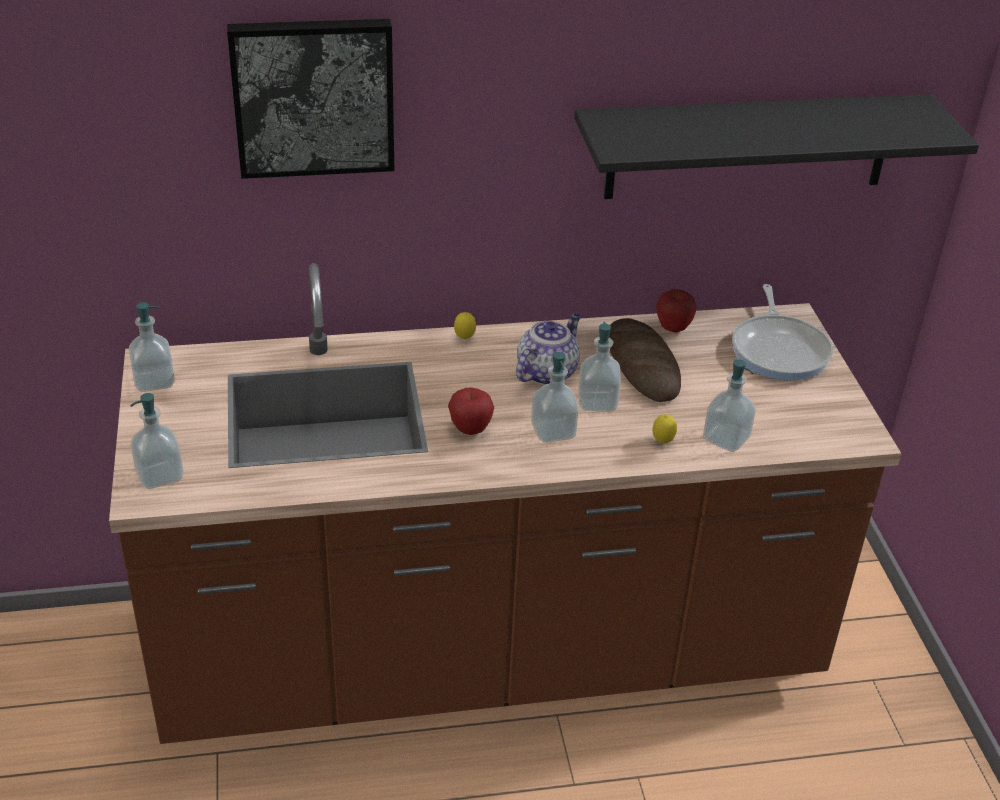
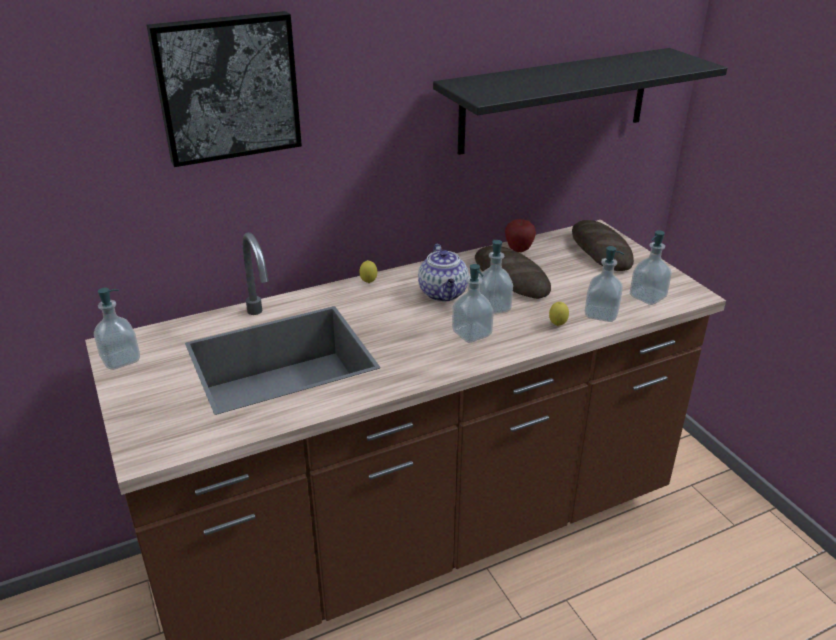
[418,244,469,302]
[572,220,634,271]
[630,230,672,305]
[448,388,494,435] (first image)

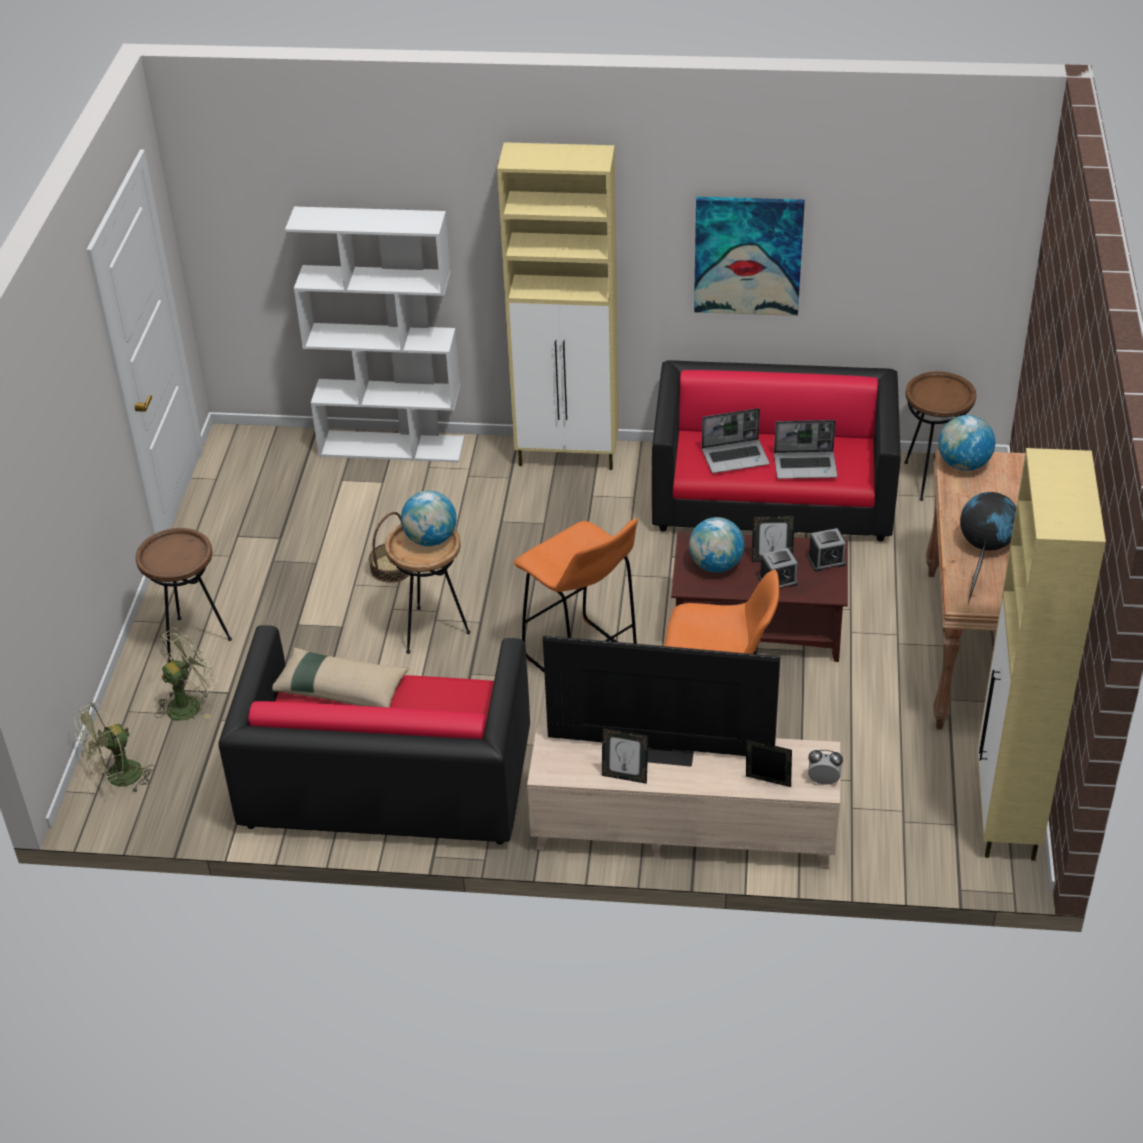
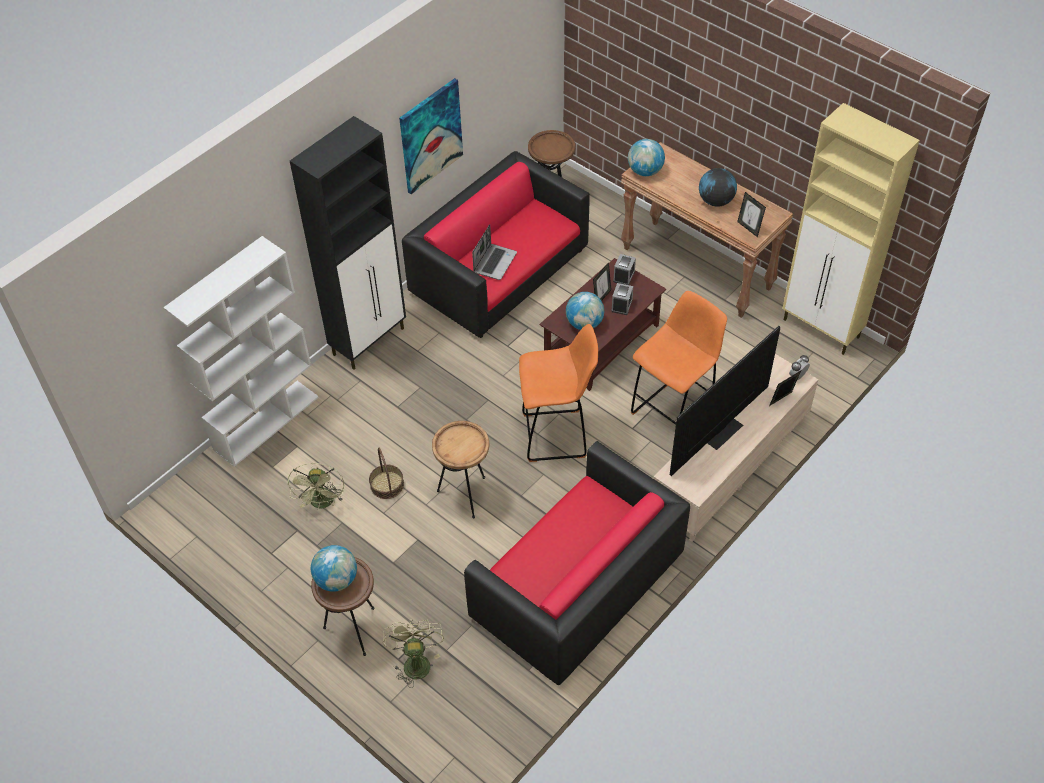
[287,463,344,509]
[290,116,406,370]
[311,545,357,592]
[272,647,409,708] (first image)
[602,727,648,784] (first image)
[774,420,837,479] (first image)

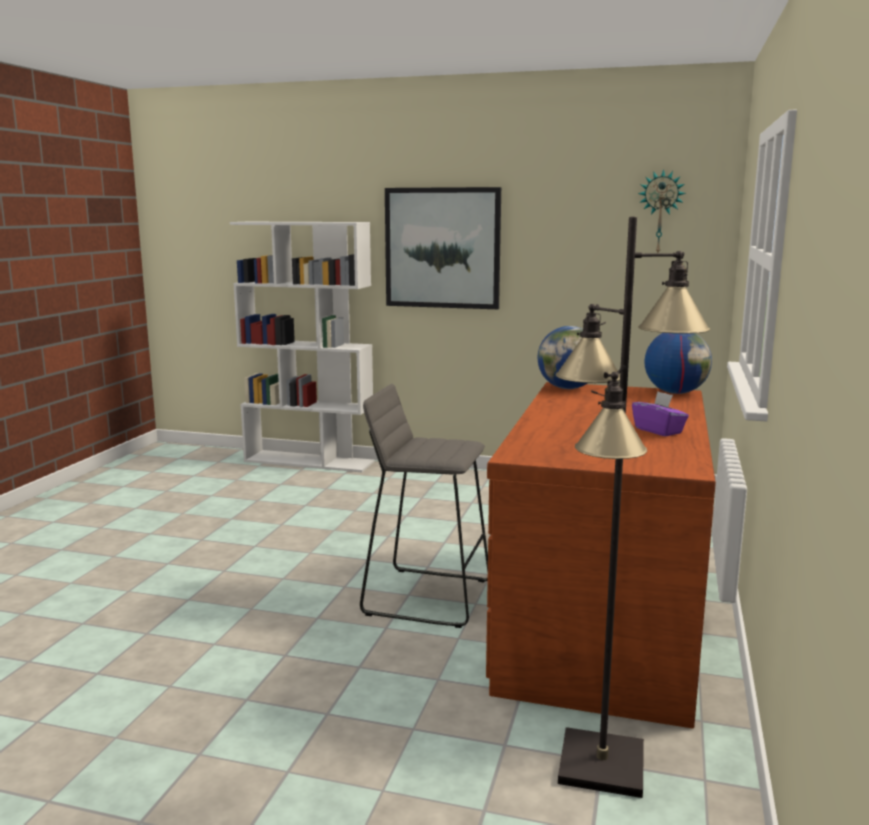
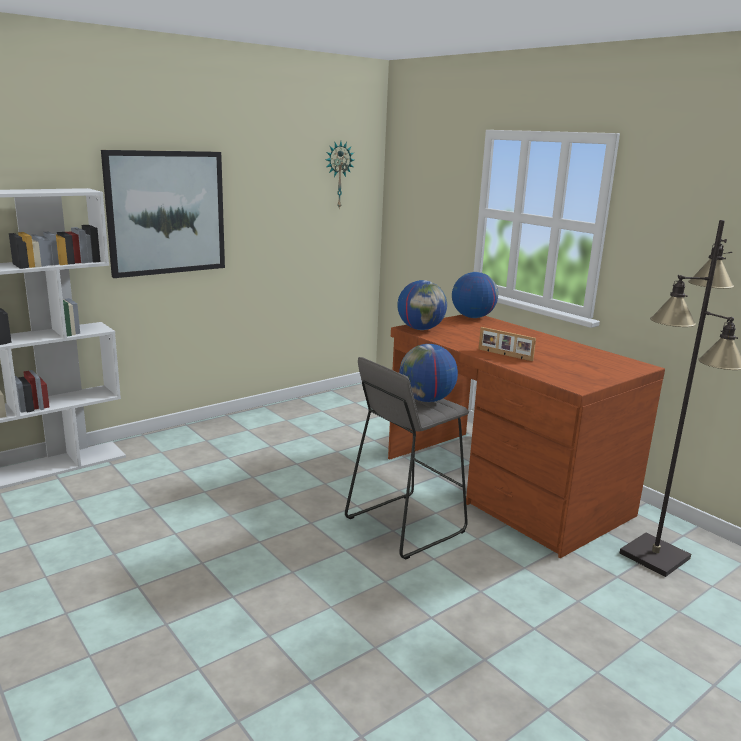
[399,344,458,402]
[479,327,536,361]
[632,391,689,436] (first image)

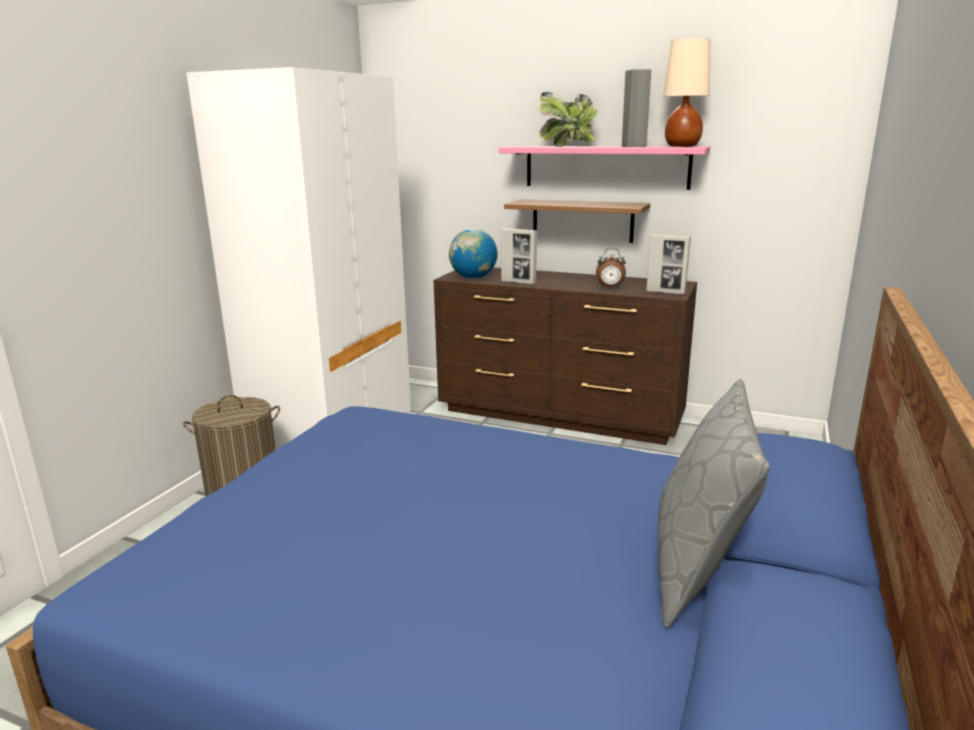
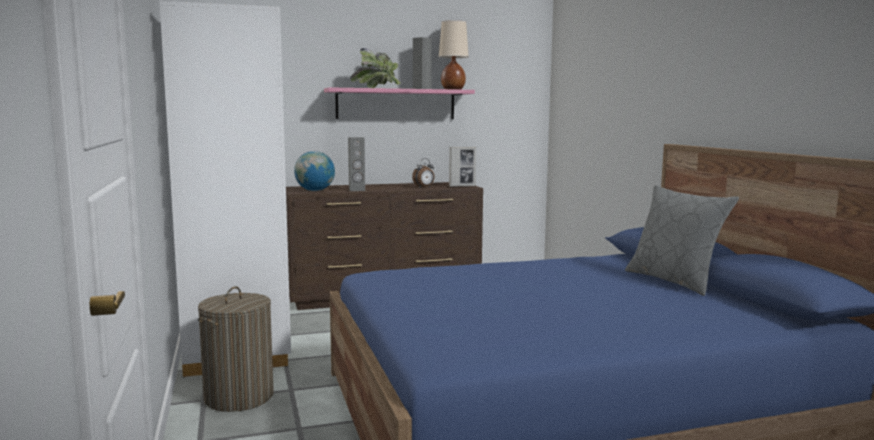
[348,137,365,191]
[504,199,650,243] (first image)

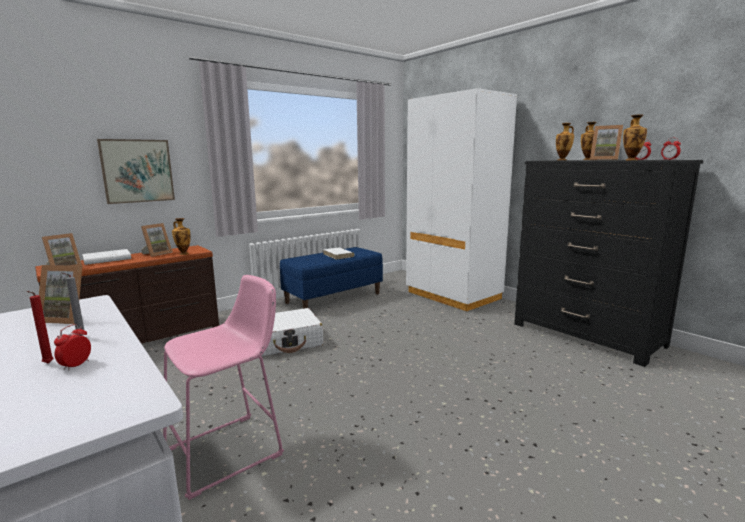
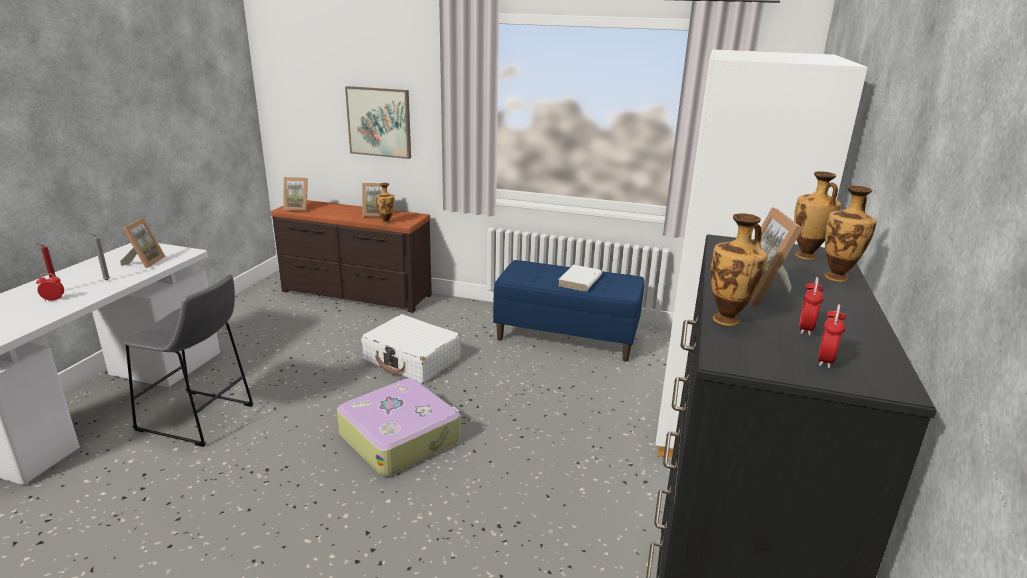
[120,218,166,268]
[122,274,254,447]
[337,378,460,476]
[82,249,131,265] (first image)

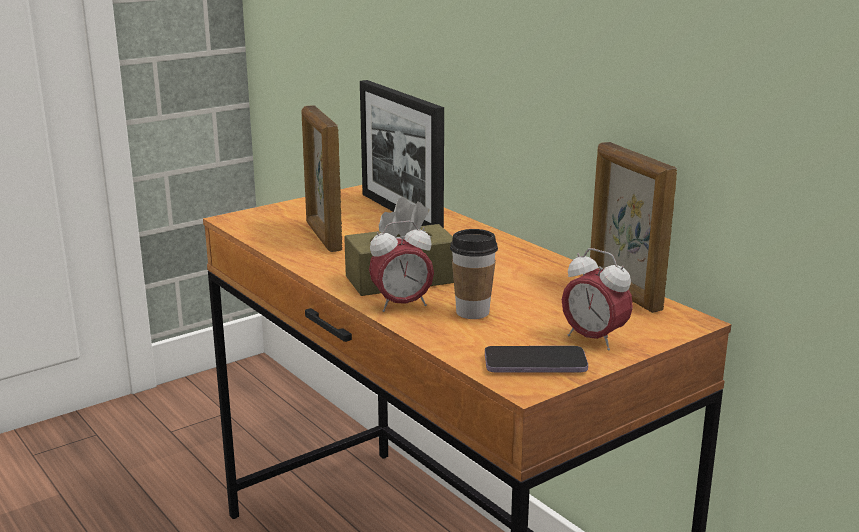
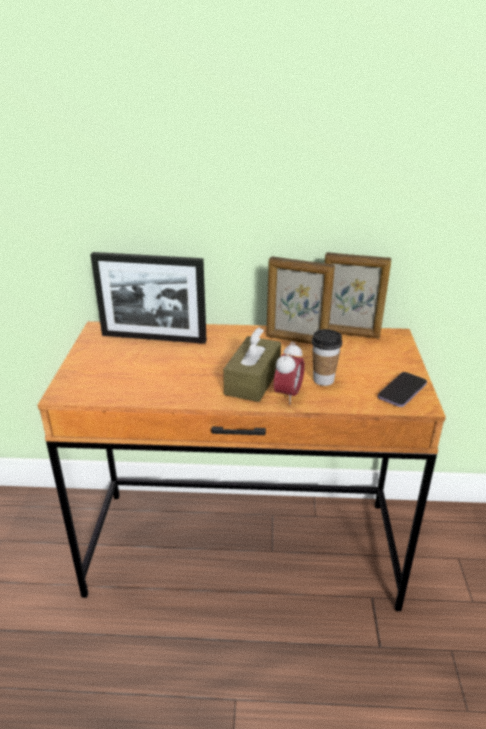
[266,256,335,344]
[562,248,633,350] (first image)

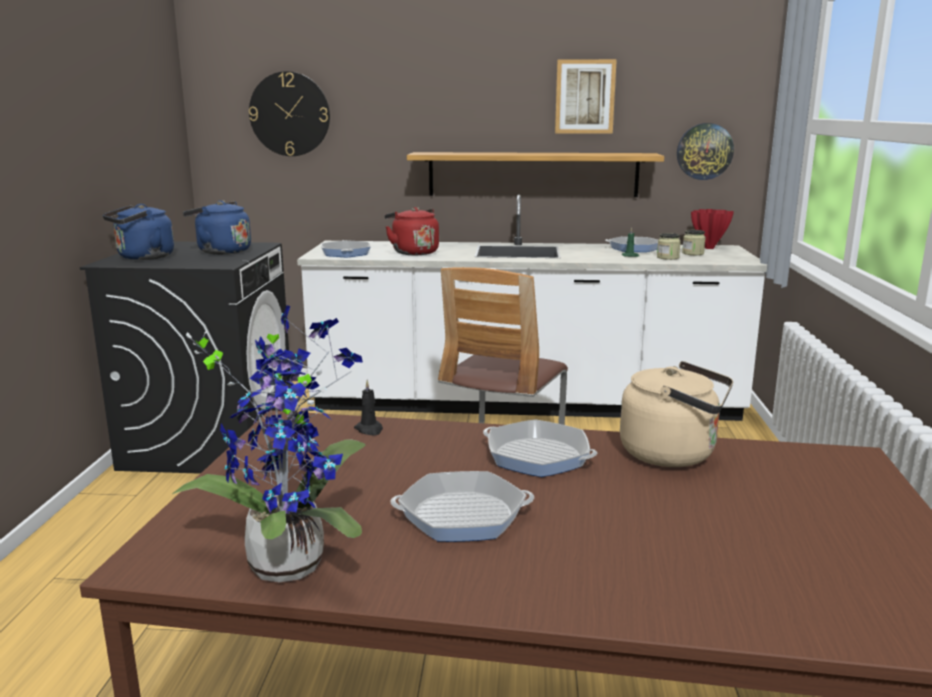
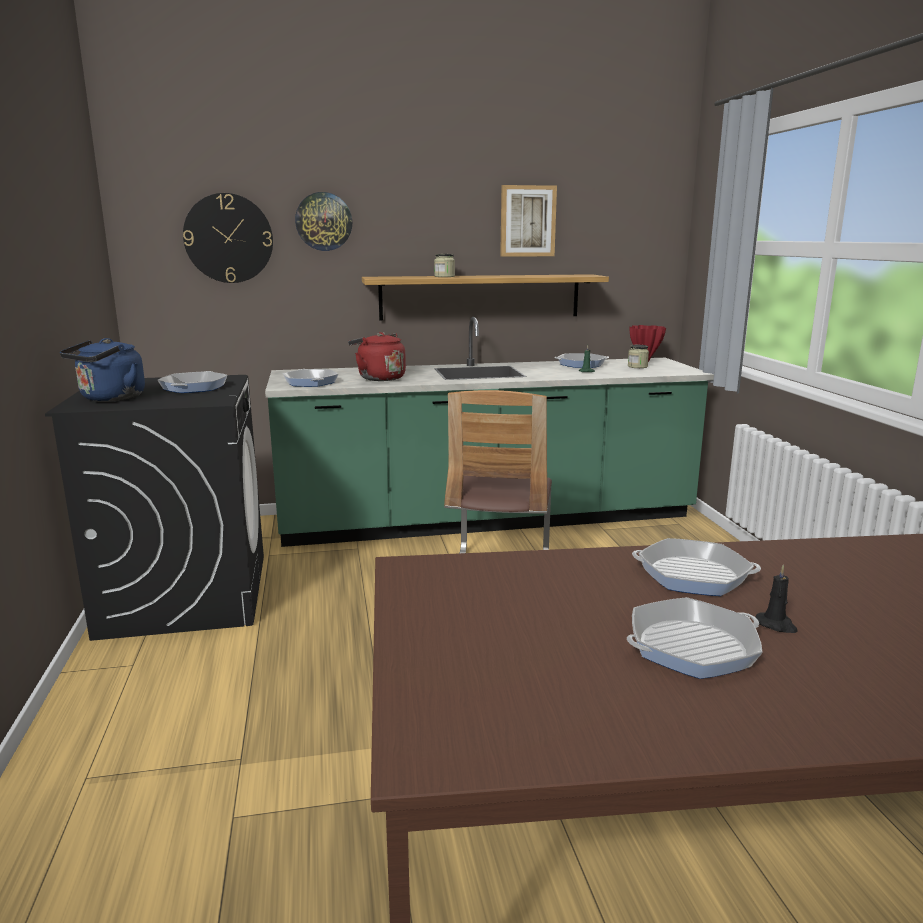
[158,371,228,393]
[265,317,714,547]
[295,192,352,251]
[434,254,455,277]
[755,564,798,633]
[172,305,365,582] (first image)
[620,361,733,467] (first image)

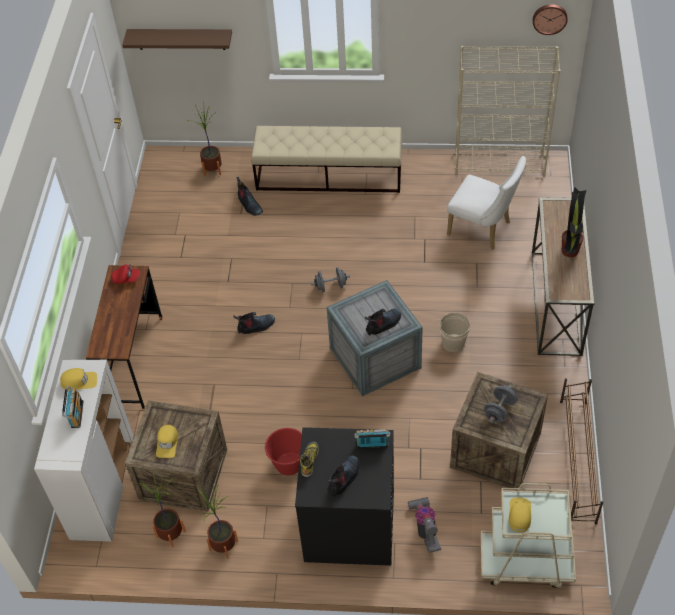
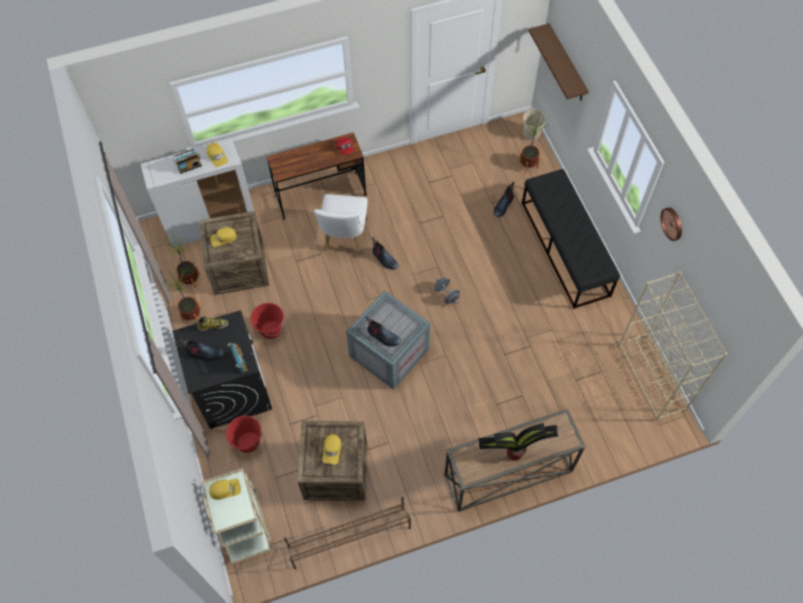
[226,416,262,453]
[314,194,368,254]
[322,434,341,464]
[522,169,620,309]
[523,108,546,140]
[660,207,682,241]

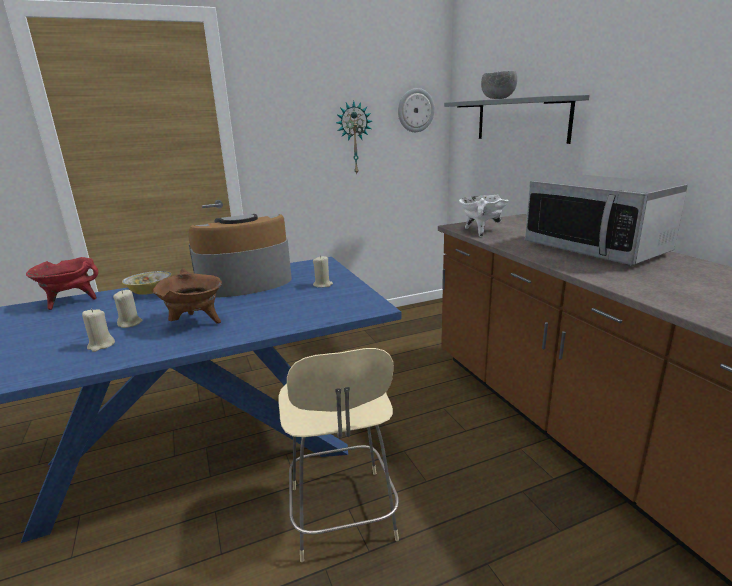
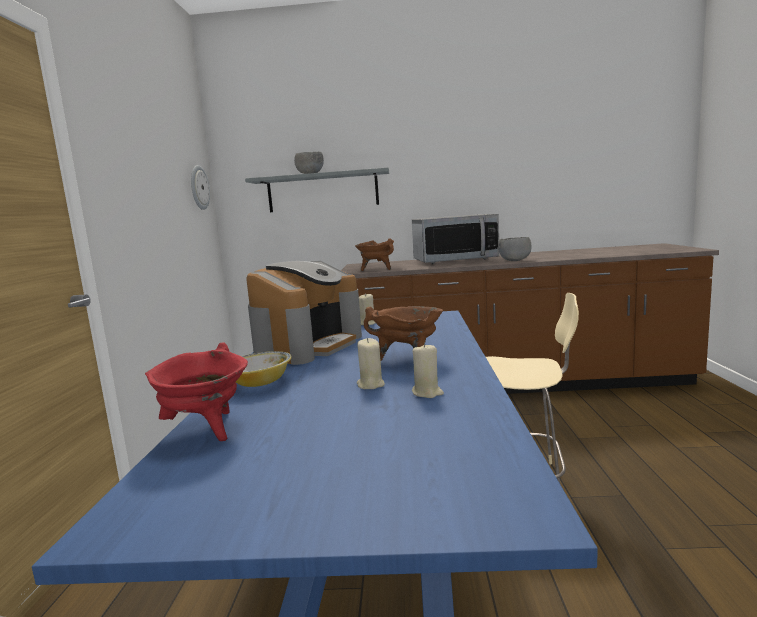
[246,261,362,365]
[355,238,394,271]
[498,237,532,261]
[336,101,372,175] (first image)

